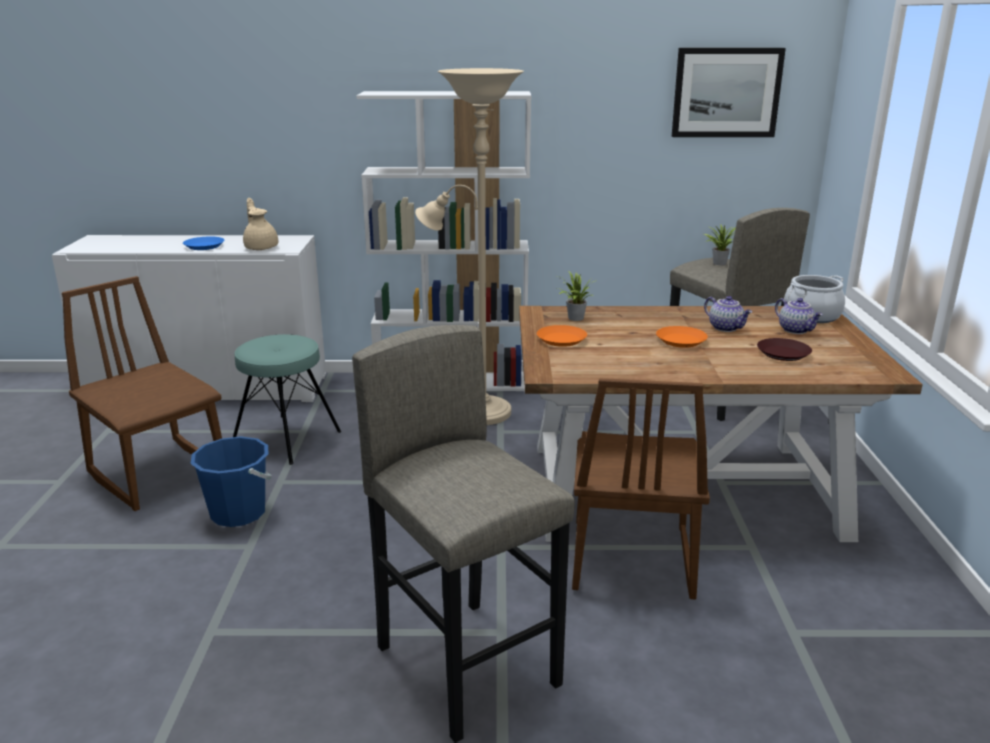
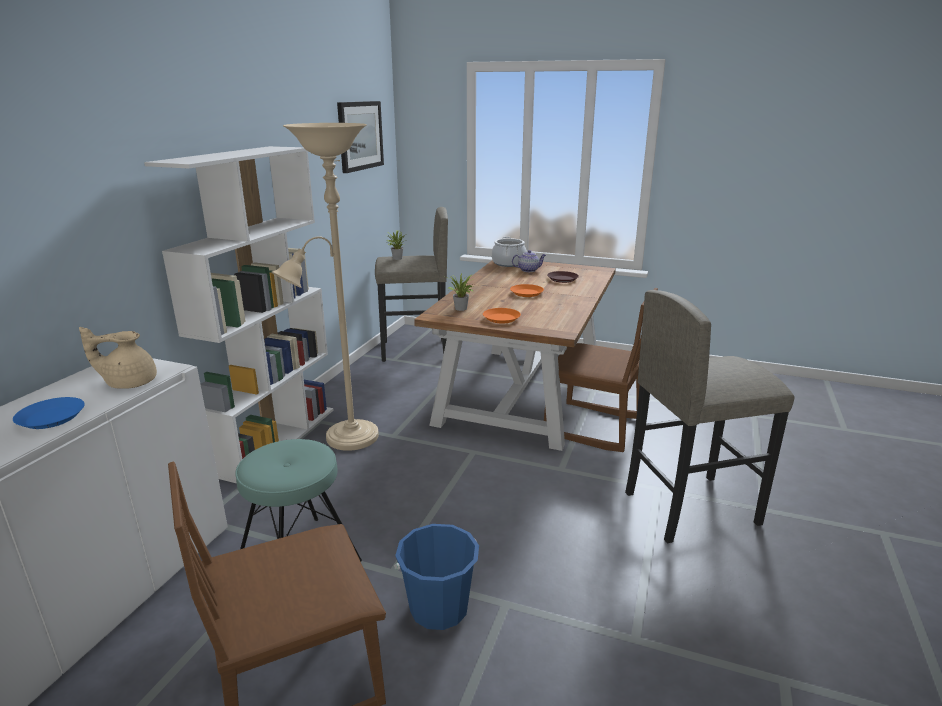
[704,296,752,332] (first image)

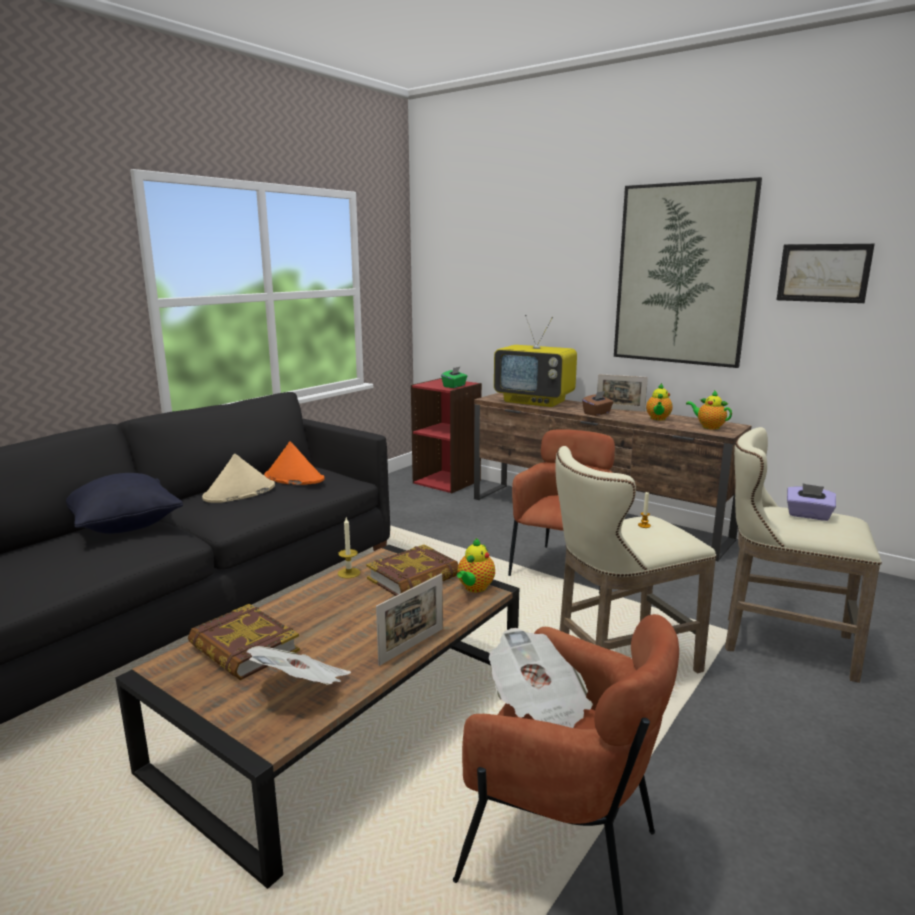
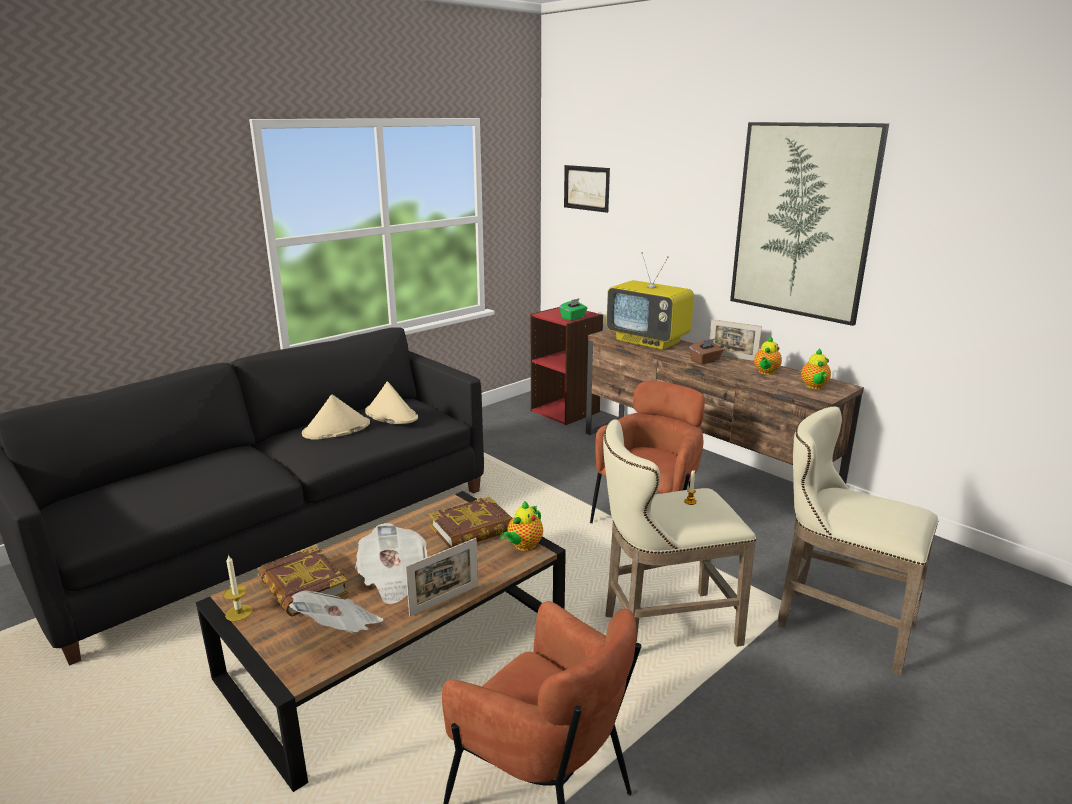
[224,555,253,621]
[355,523,427,604]
[365,381,418,424]
[564,165,610,213]
[801,349,831,389]
[66,473,183,534] (first image)
[787,483,836,521] (first image)

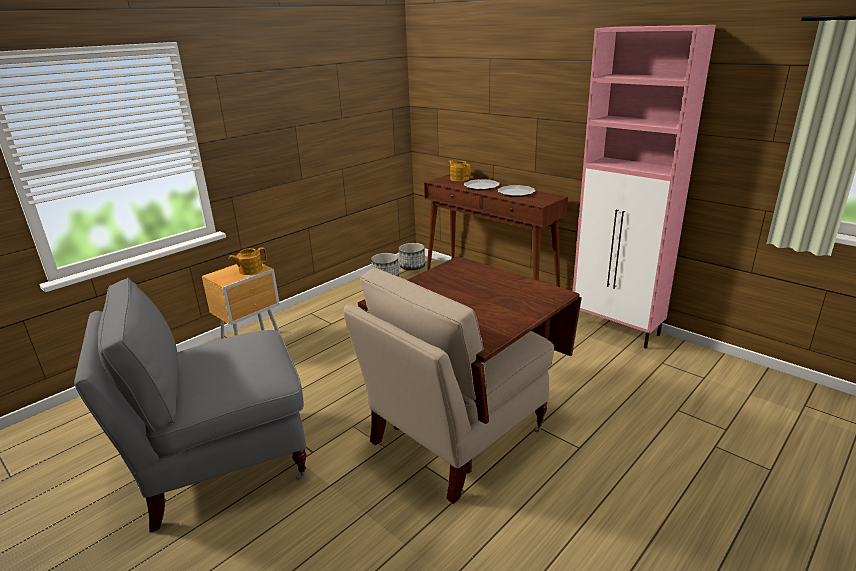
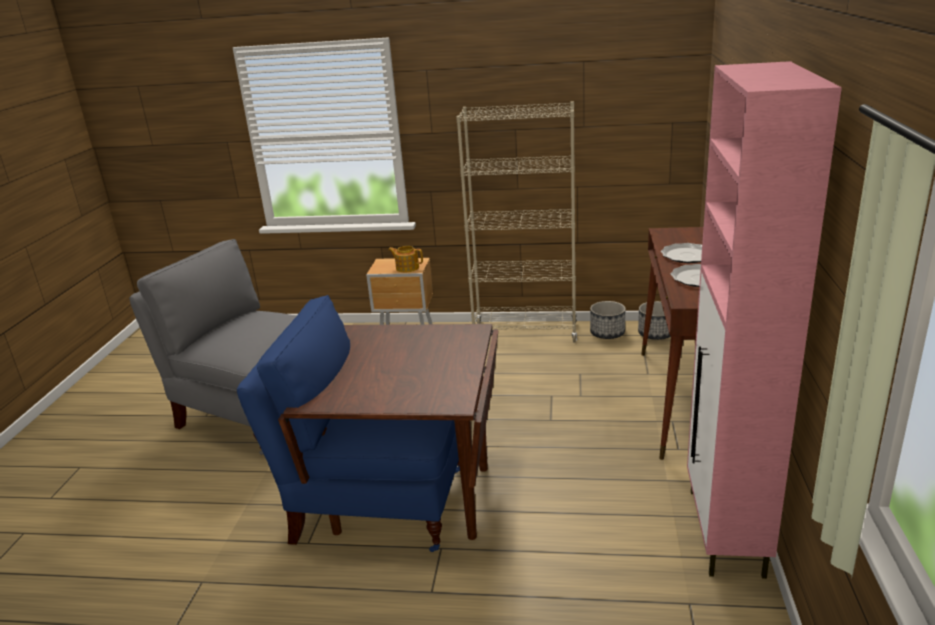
[237,295,460,552]
[456,101,577,342]
[449,160,470,182] (first image)

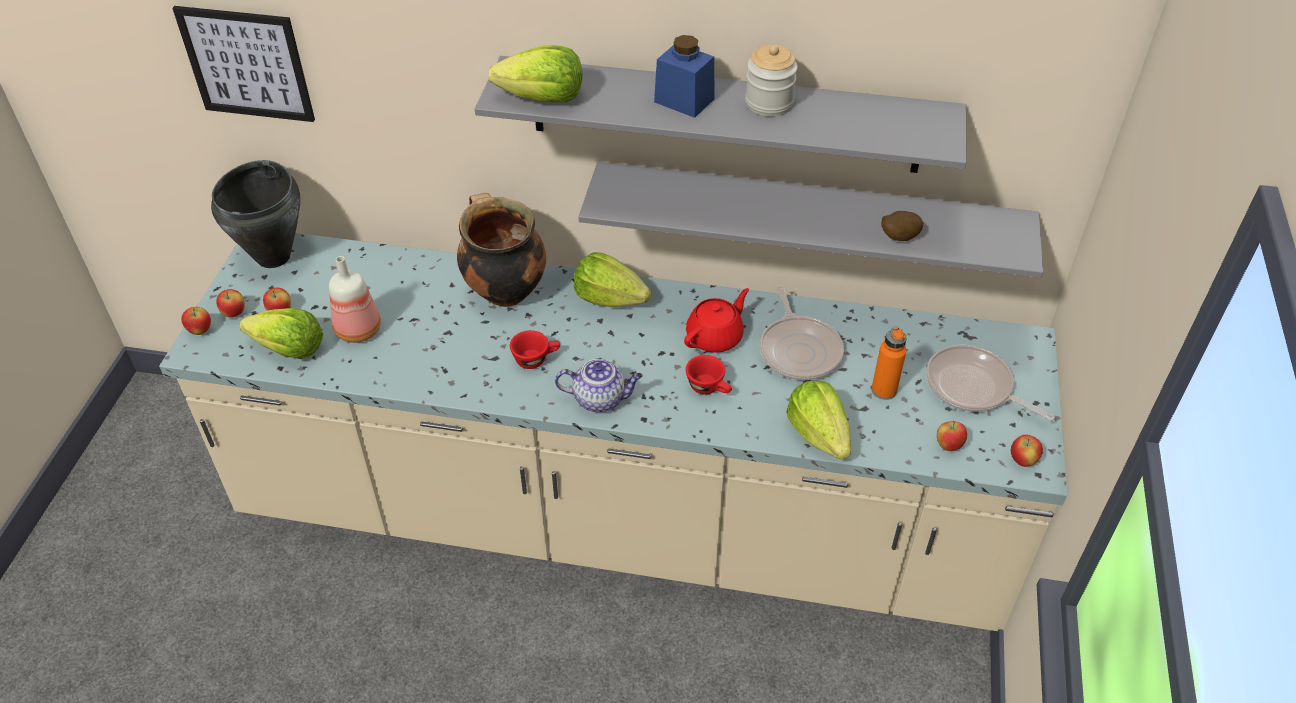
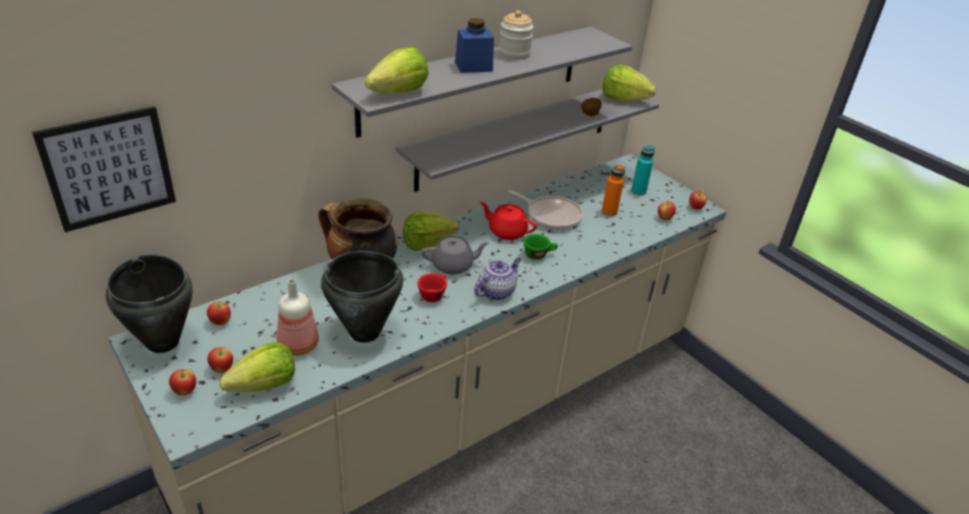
[207,301,231,325]
[321,251,403,343]
[421,236,489,274]
[480,202,537,240]
[523,234,558,260]
[602,65,656,102]
[631,145,655,196]

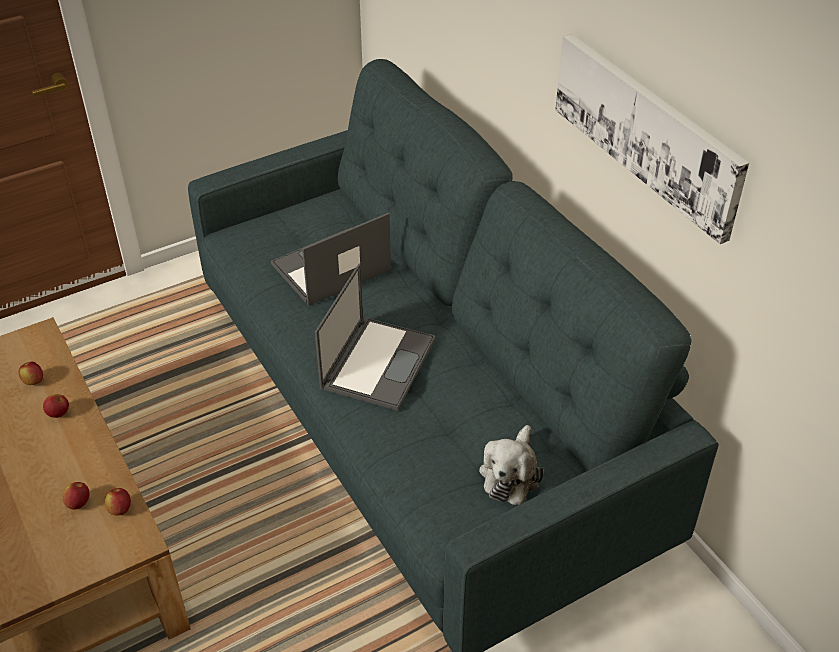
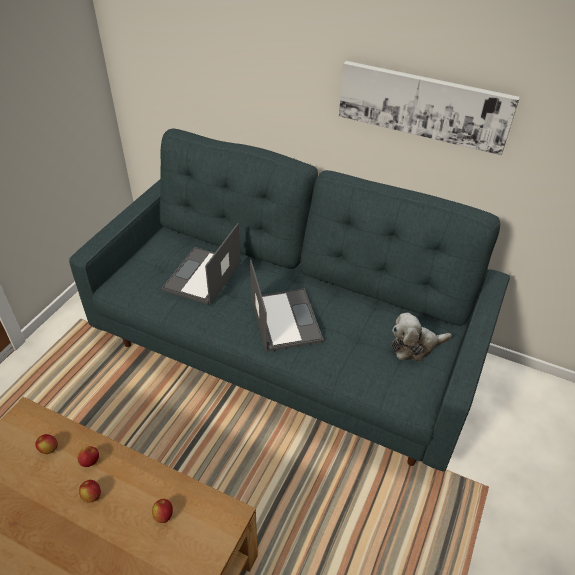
[79,480,101,502]
[391,313,452,362]

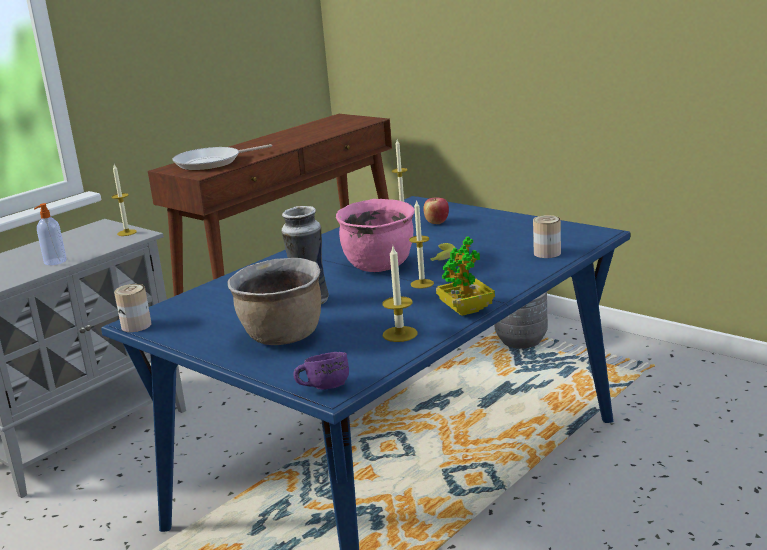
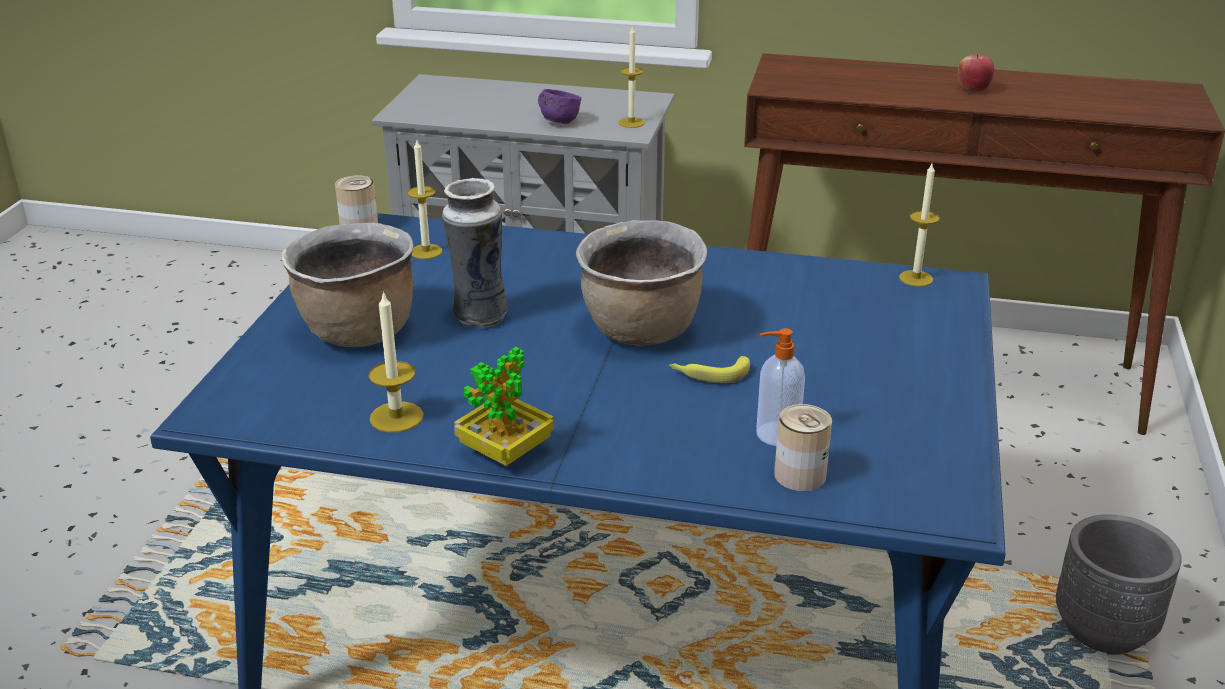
[407,140,442,259]
[538,89,581,124]
[576,220,707,346]
[756,328,805,446]
[958,54,994,93]
[172,144,272,170] (first image)

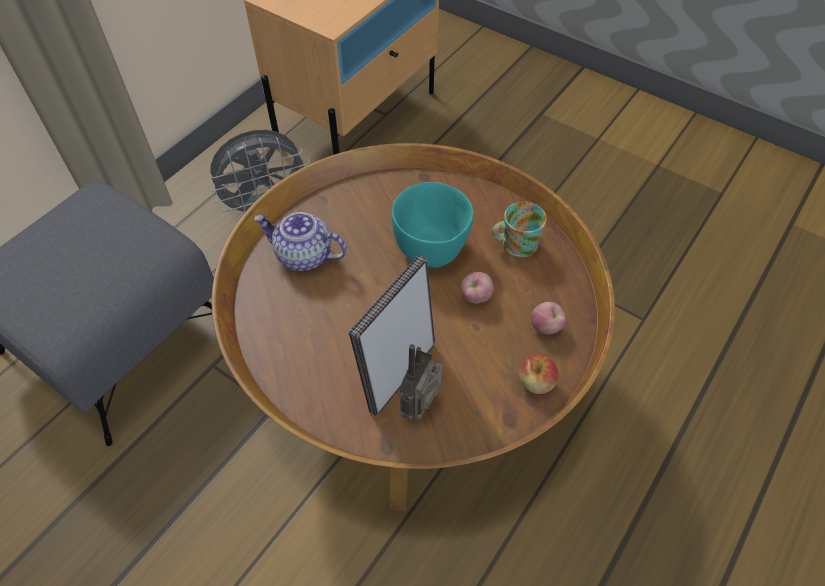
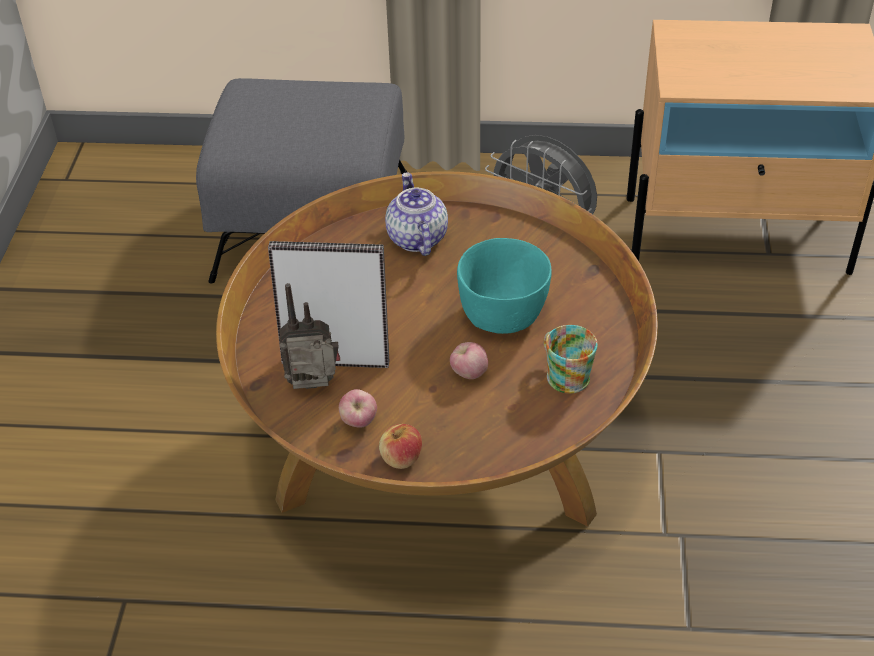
[339,389,377,428]

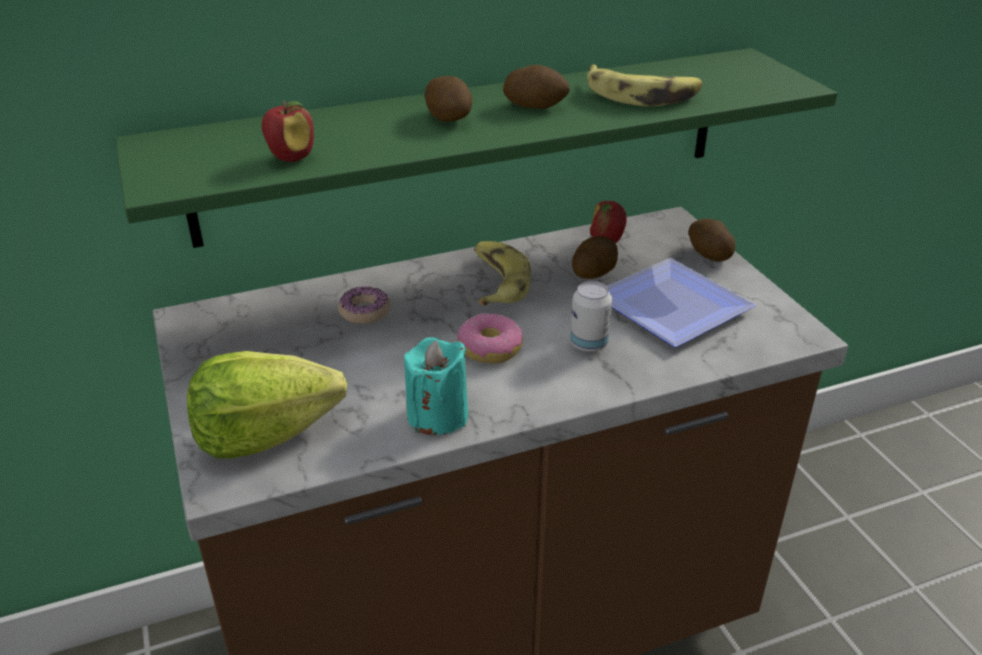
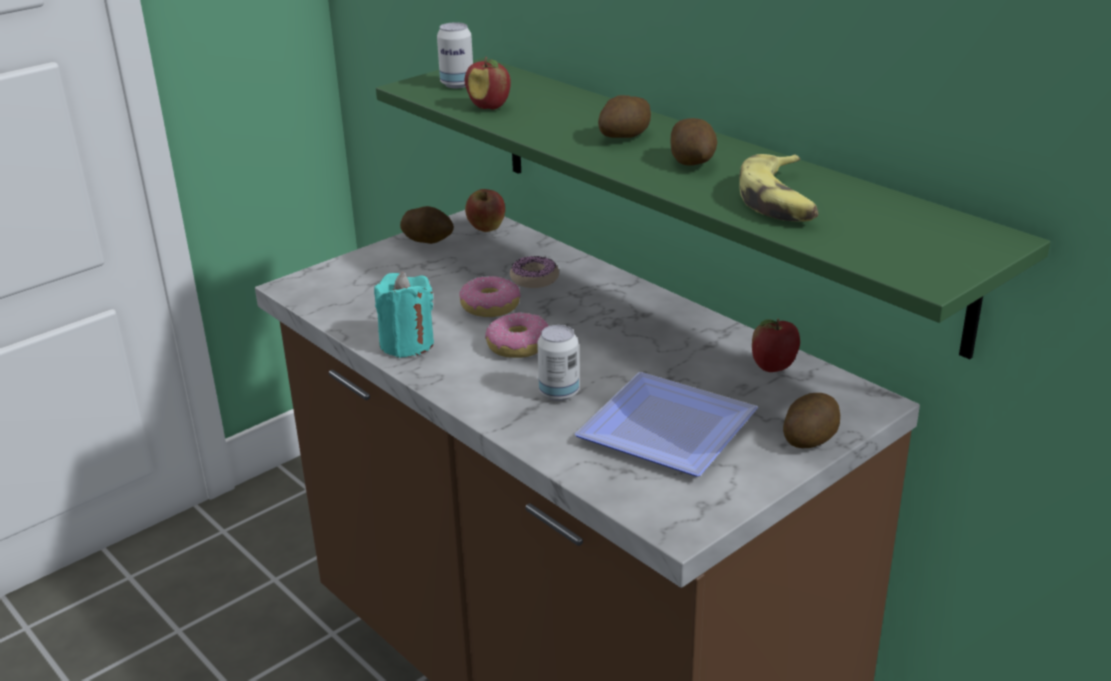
[400,206,454,244]
[437,22,473,88]
[459,275,521,317]
[465,189,505,232]
[187,351,347,459] (first image)
[474,241,531,306] (first image)

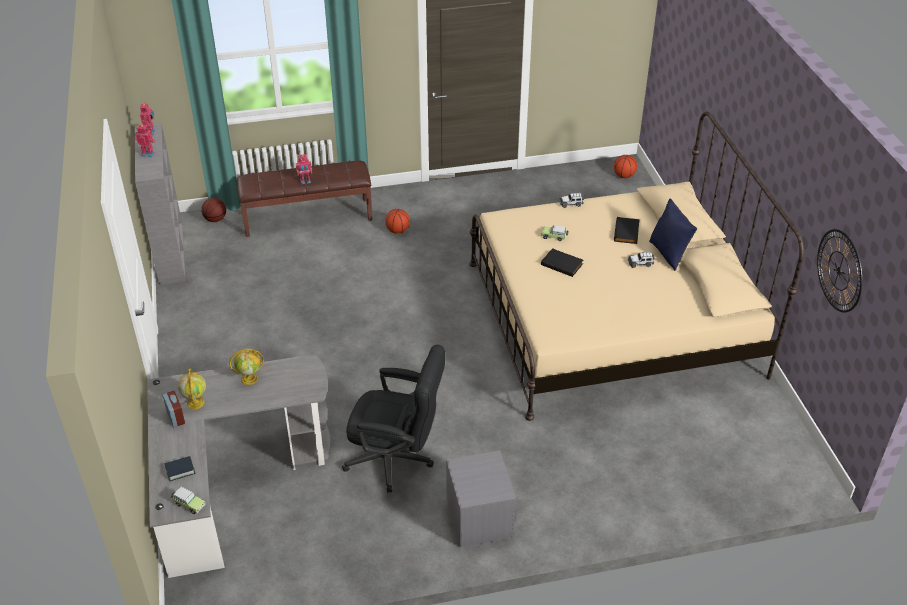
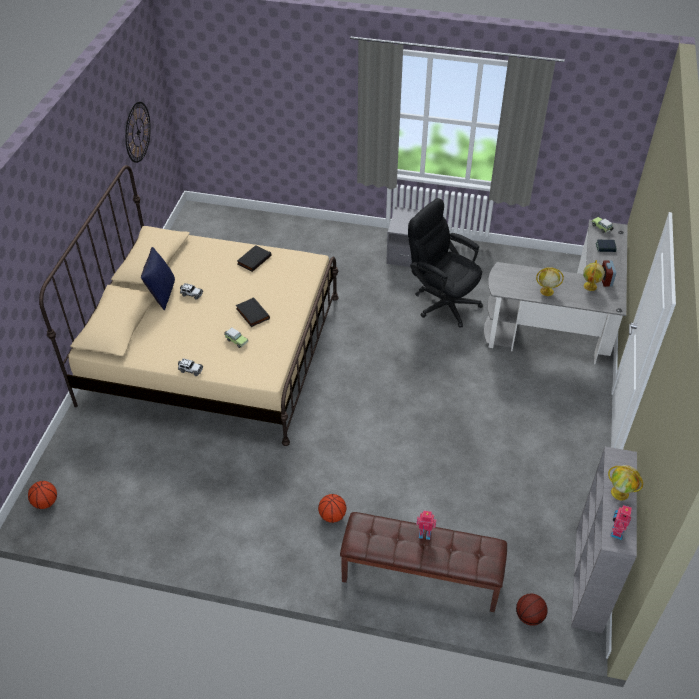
[237,245,271,272]
[608,465,643,500]

